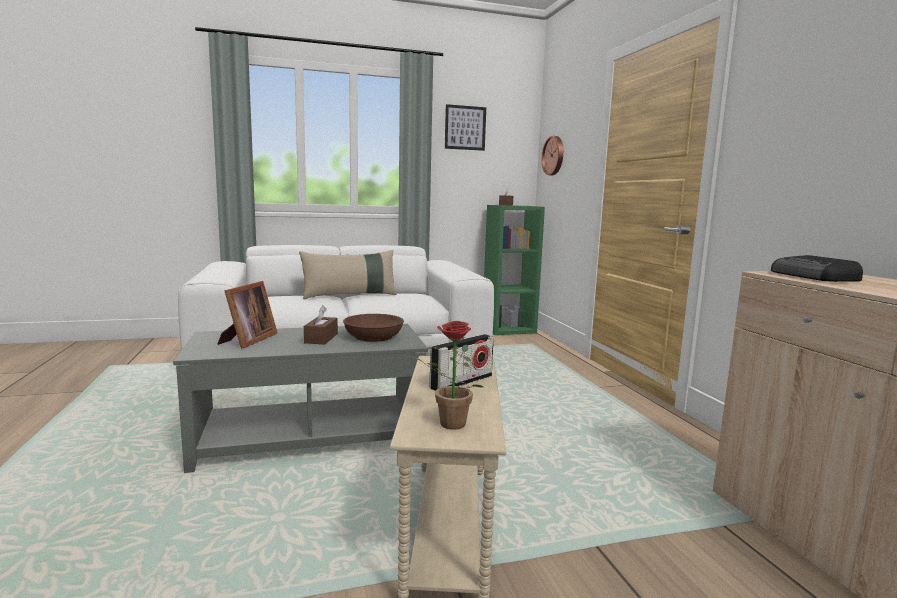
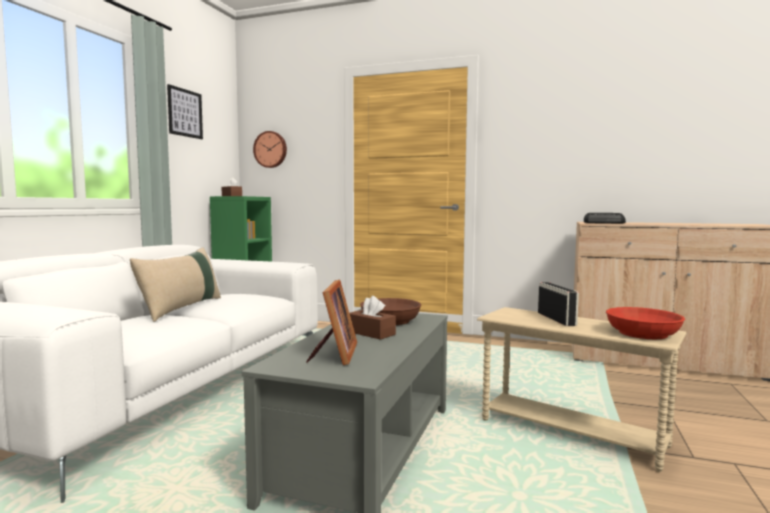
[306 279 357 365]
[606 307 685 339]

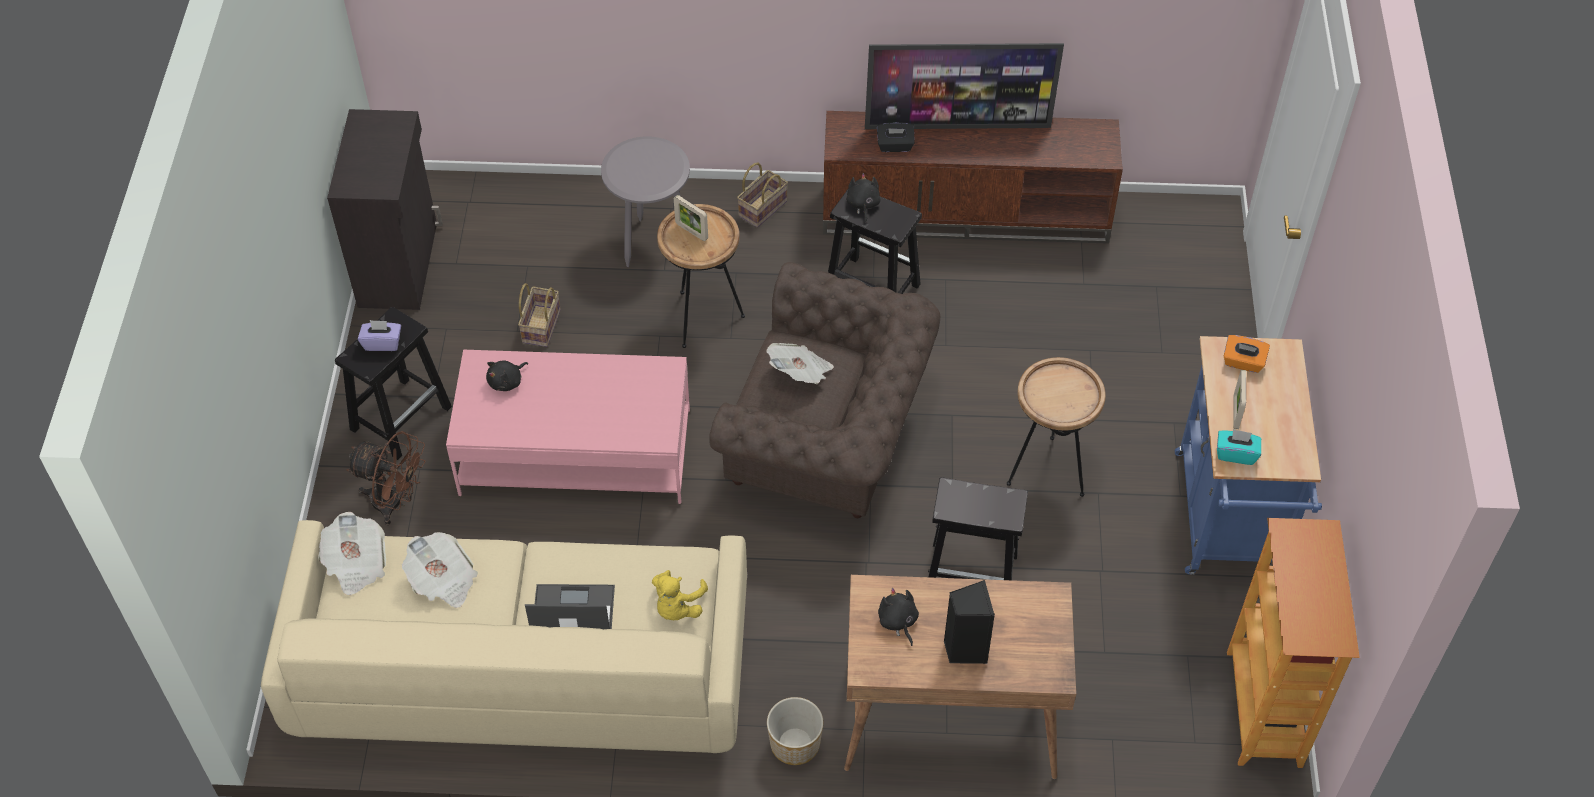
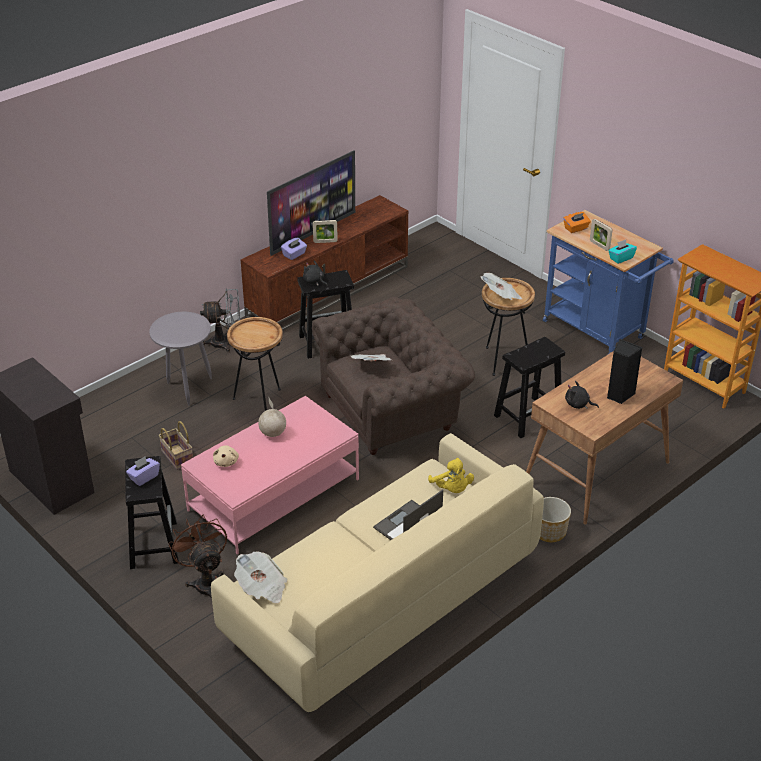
[281 238 307 260]
[200 288 240 352]
[313 220 338 243]
[213 446 239 467]
[168 515 227 599]
[480 273 522 300]
[258 396 286 437]

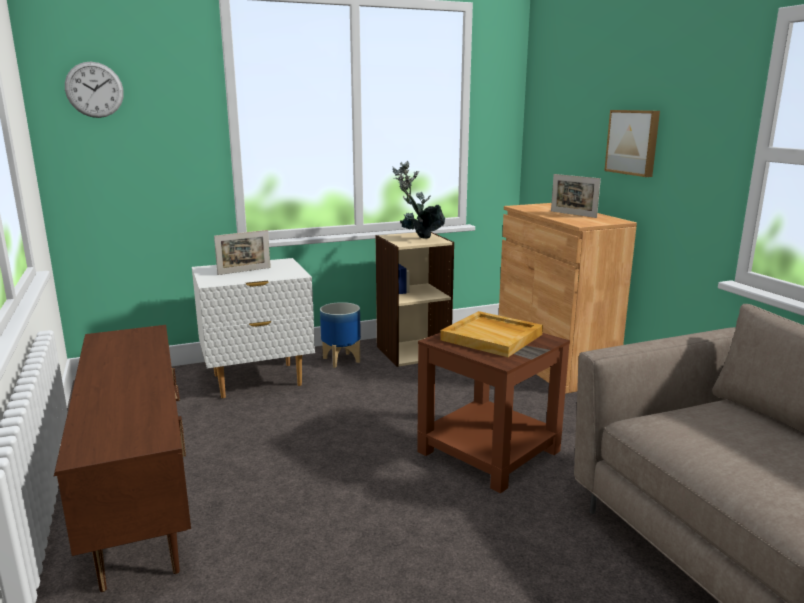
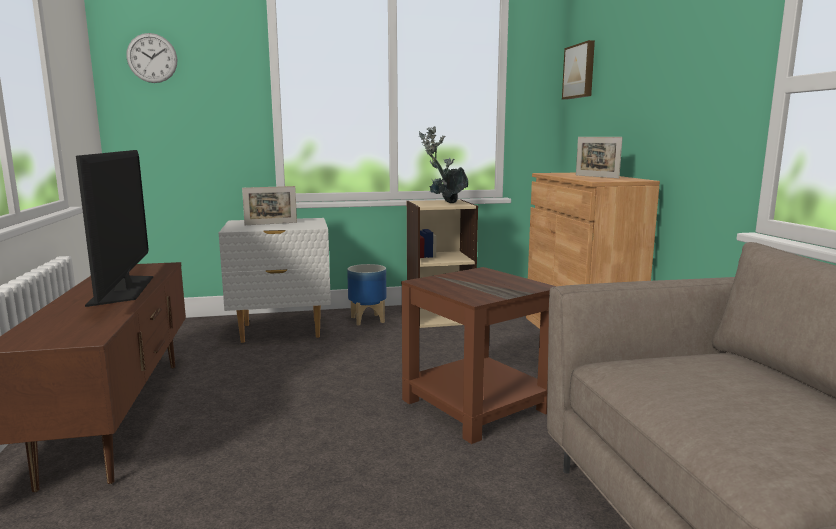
[562 40 595 99]
[440 311 543 357] (first image)
[76 150 153 307]

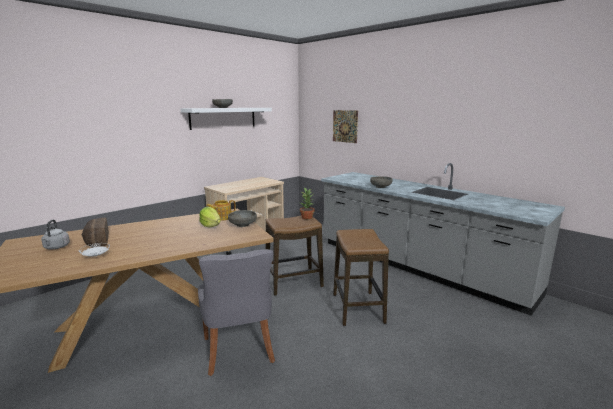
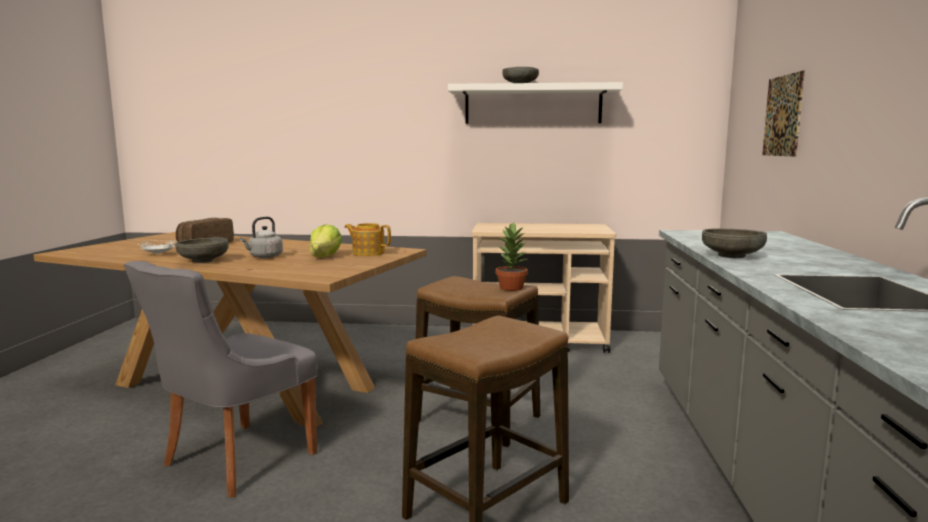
[175 237 229 263]
[240 217 283 258]

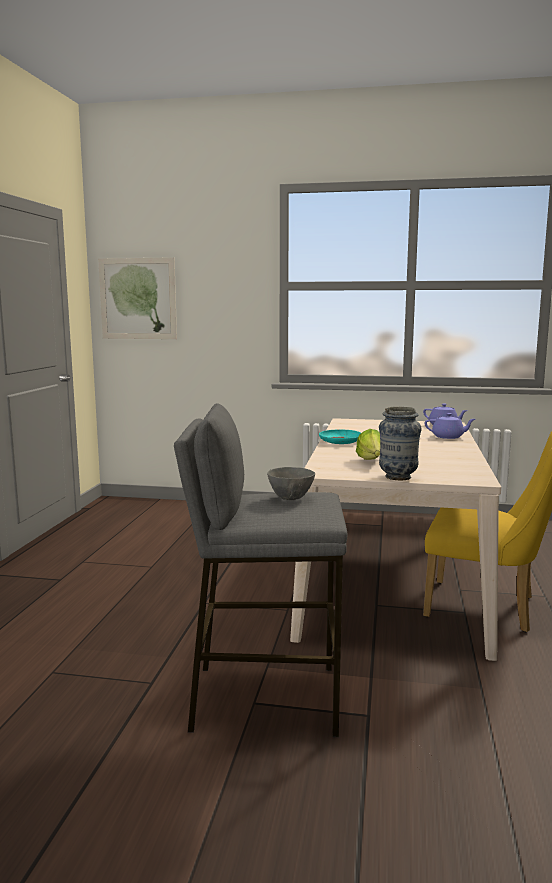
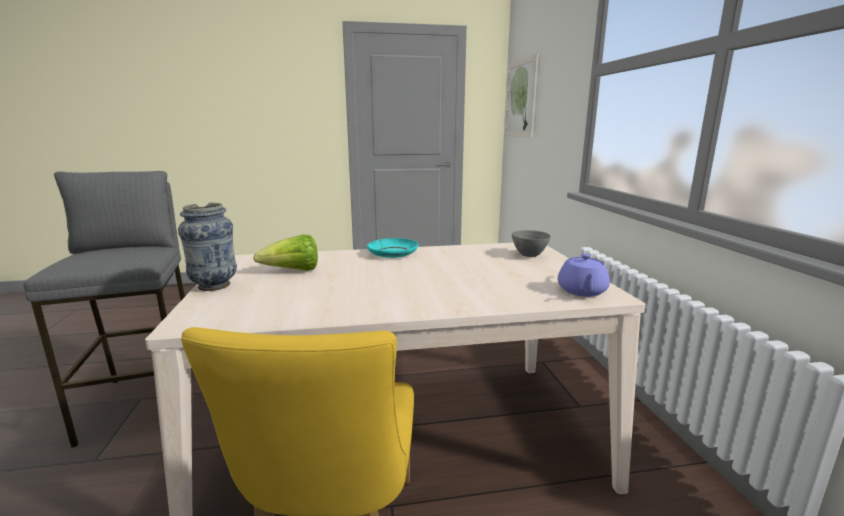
[425 413 476 439] (first image)
[512 230 551 257]

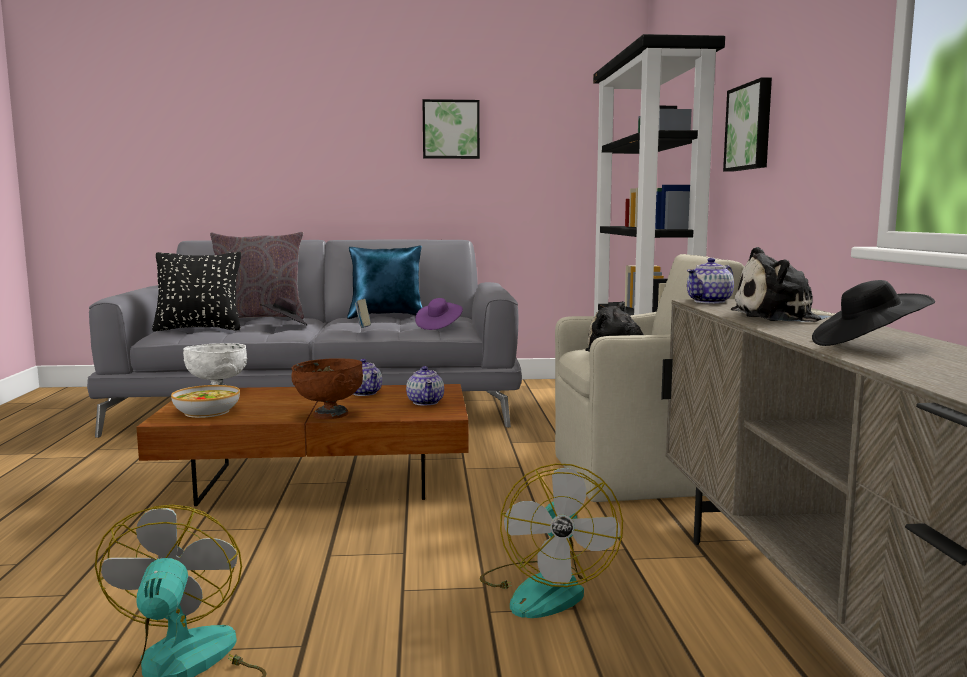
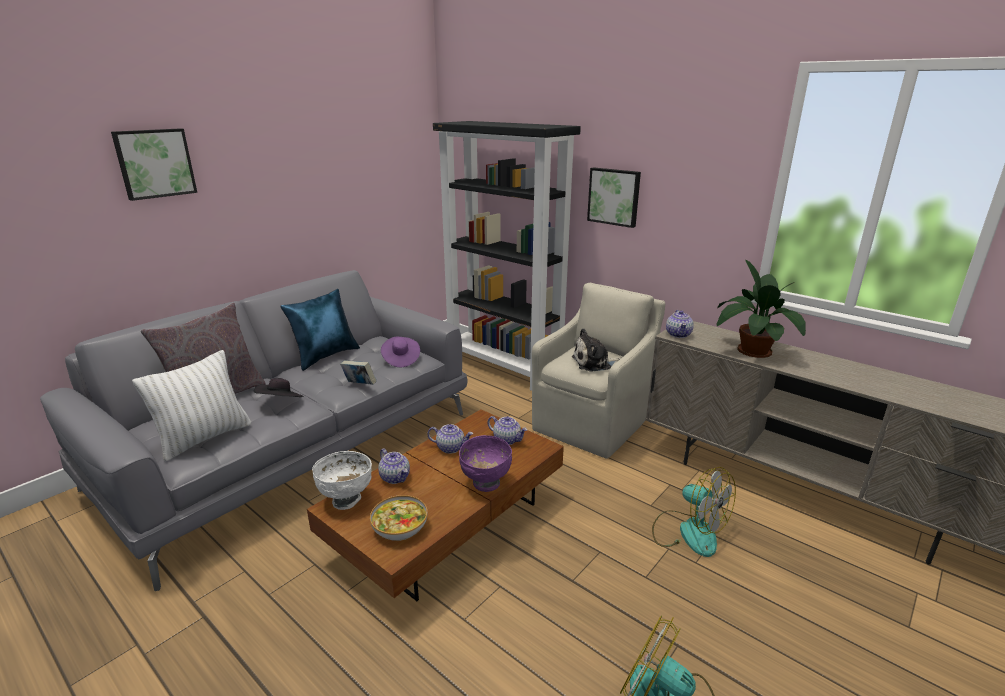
[111 128 197 201]
[717 260 806 358]
[132 350 251 462]
[812 280 935 346] (first image)
[459 435 512 492]
[378 449 410 484]

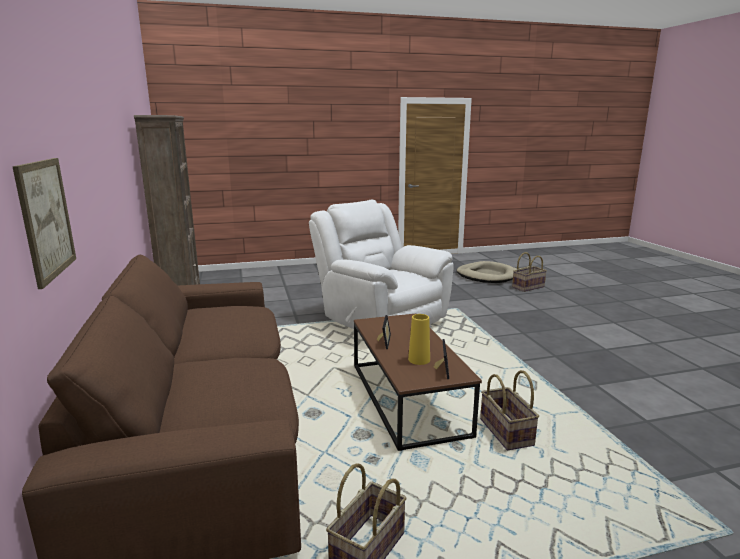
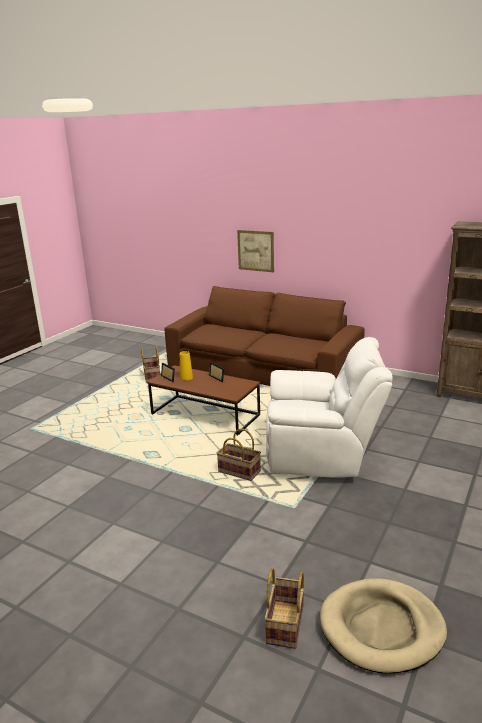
[217 429 261 481]

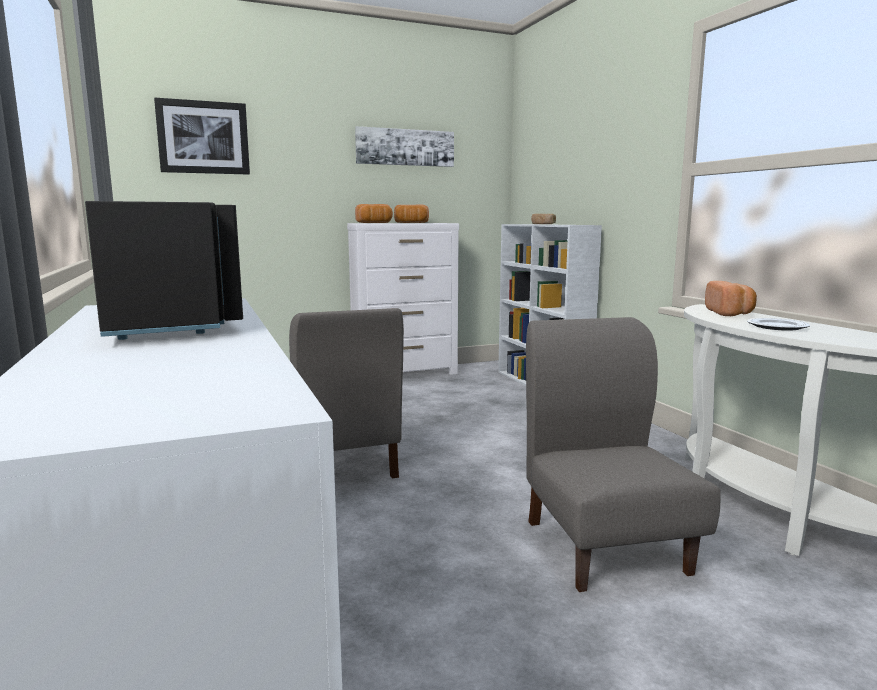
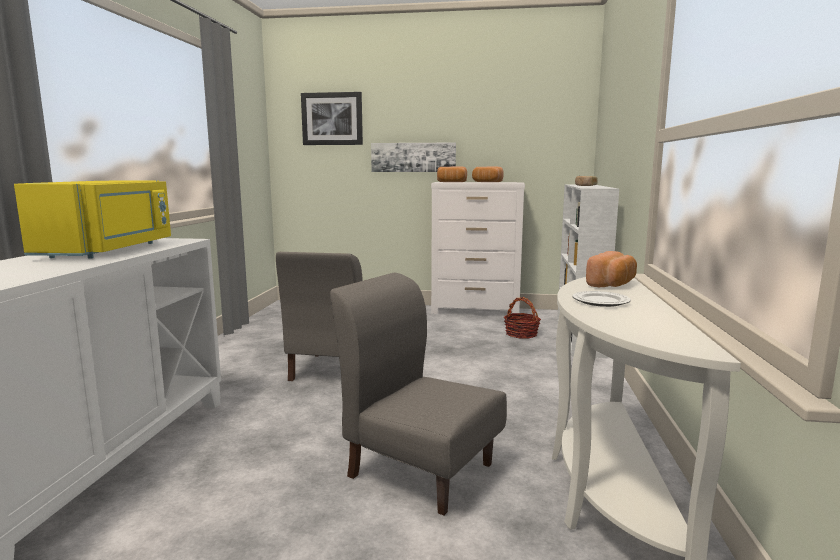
[371 143 456 172]
[14 180 171 259]
[330 272 507 515]
[504 297 541 339]

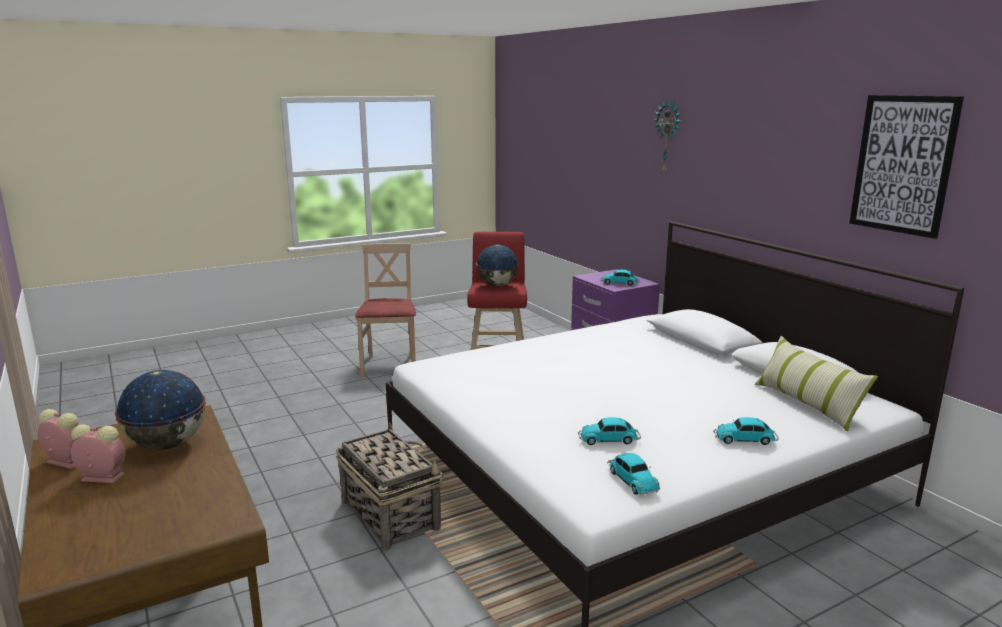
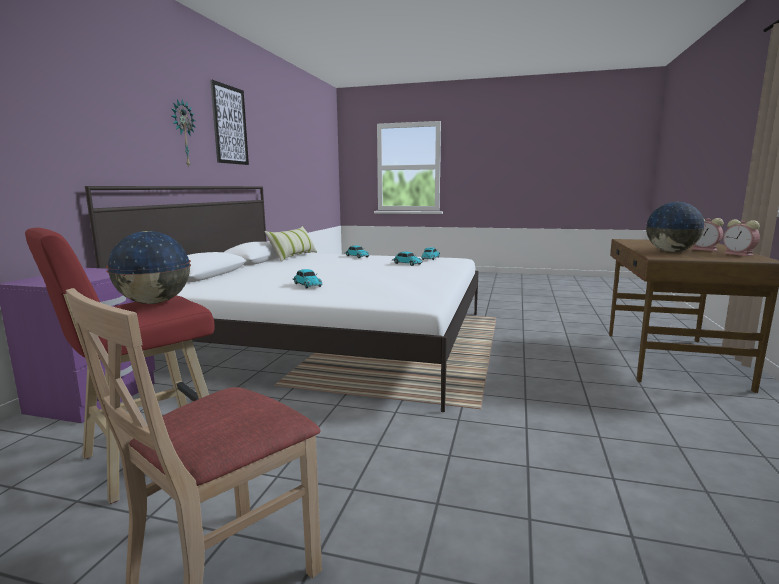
[171 99 196 167]
[292 269 322 289]
[336 422 443 551] (first image)

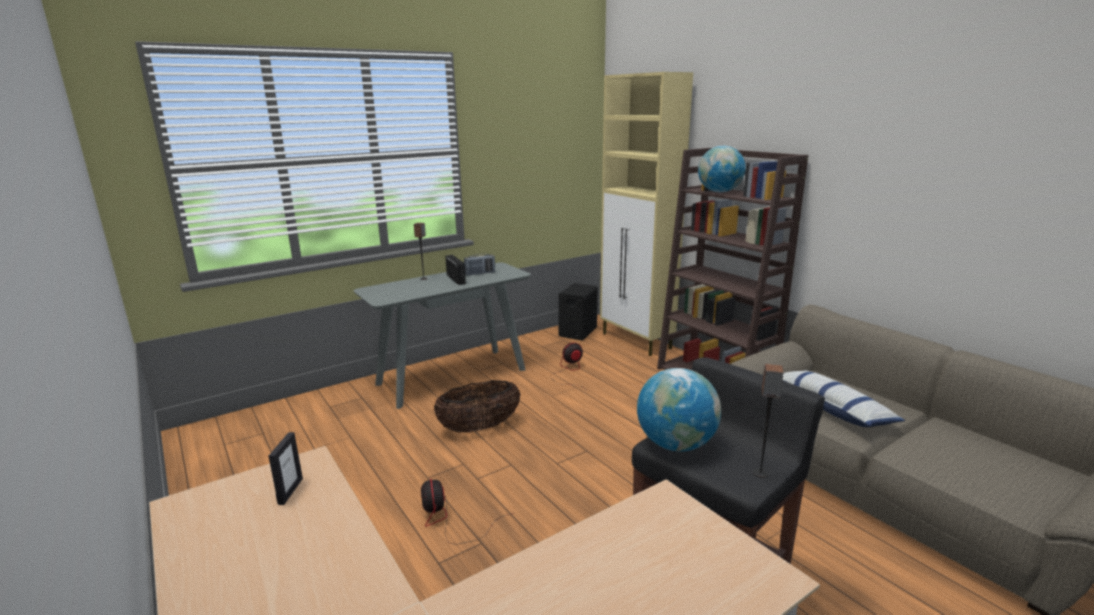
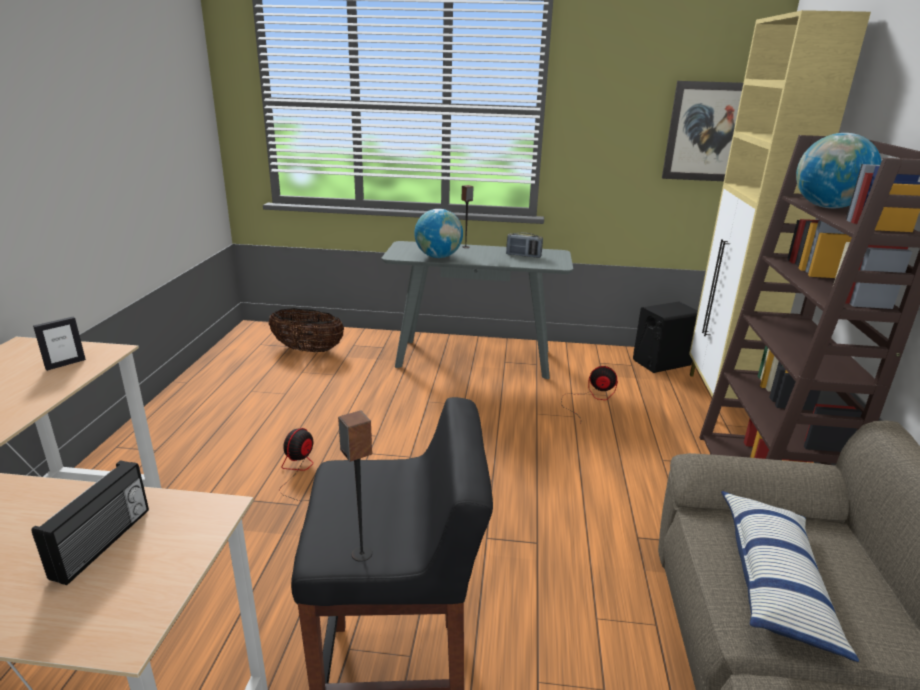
[31 460 149 585]
[414 209 463 258]
[268 308 344 352]
[662 81 743 181]

